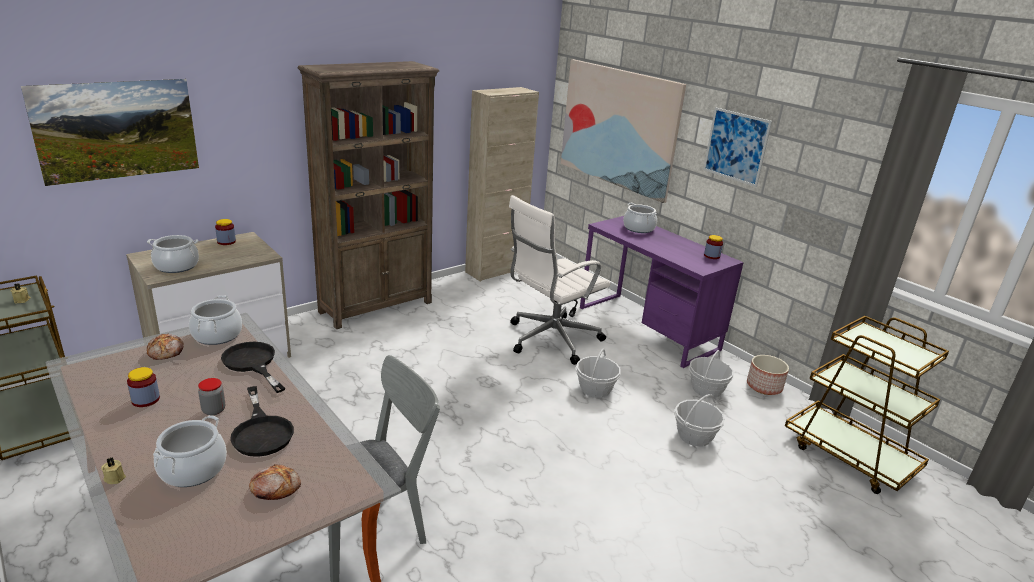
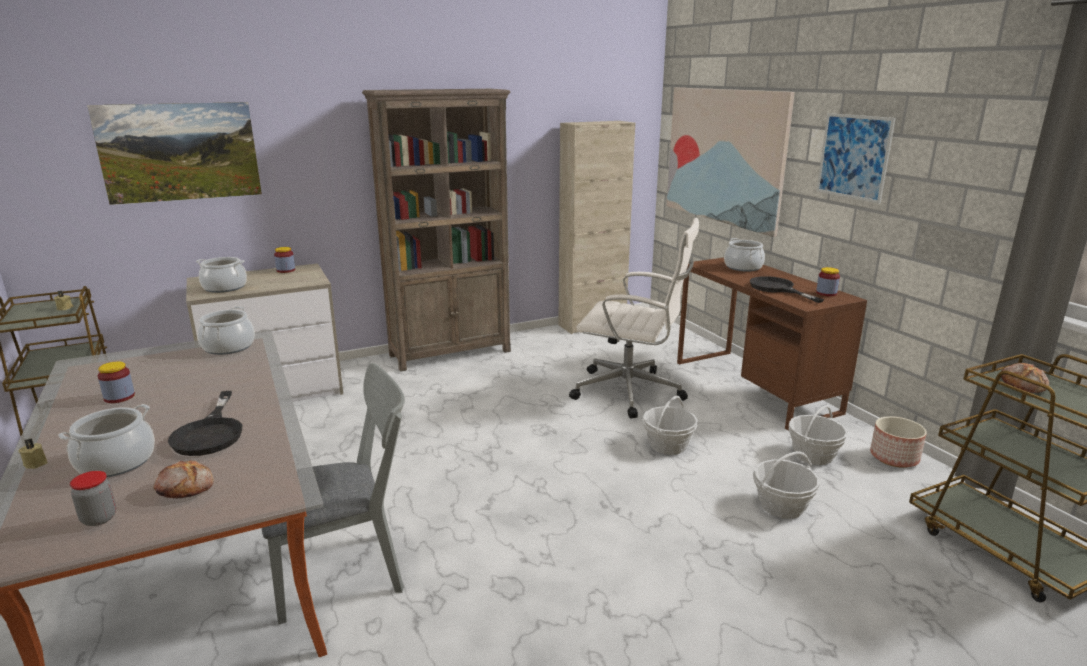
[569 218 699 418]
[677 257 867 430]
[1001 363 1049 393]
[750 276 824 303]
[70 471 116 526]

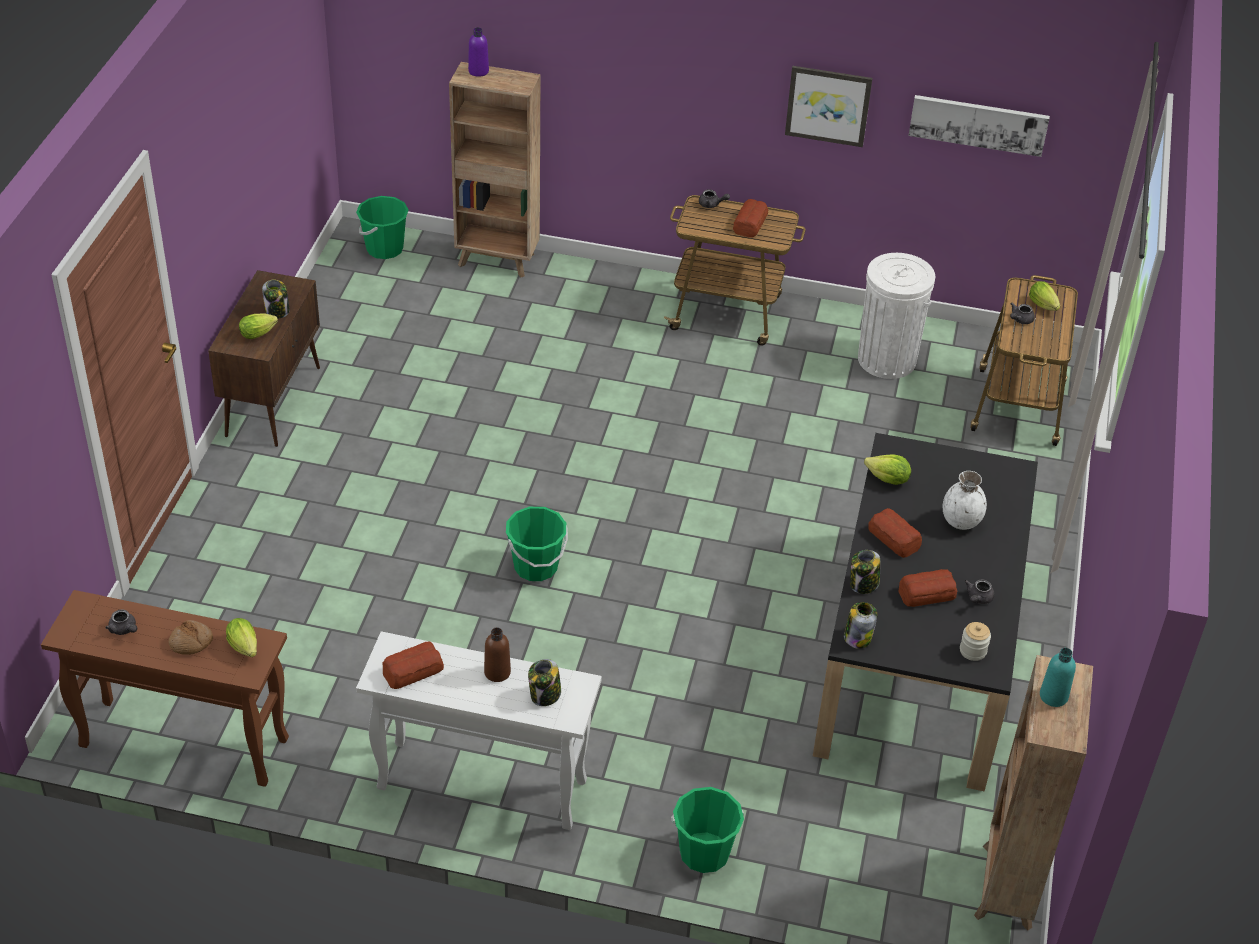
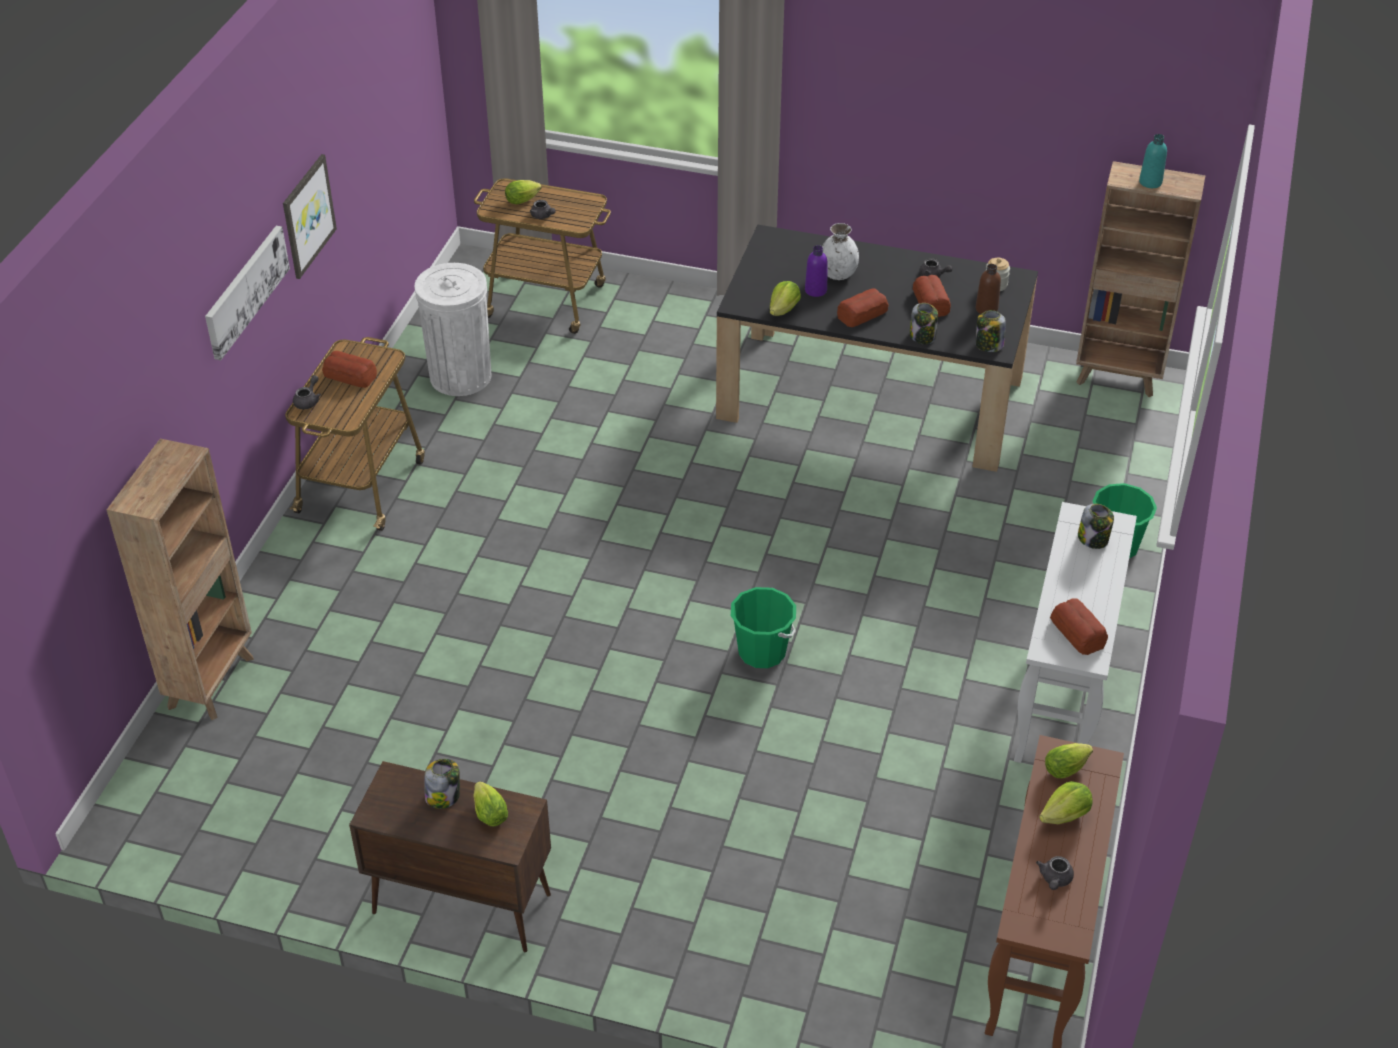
[805 245 828 297]
[205 226 290 360]
[356 196 409 259] (first image)
[1036 856 1074 890]
[1039 781 1092 824]
[976 264 1001 314]

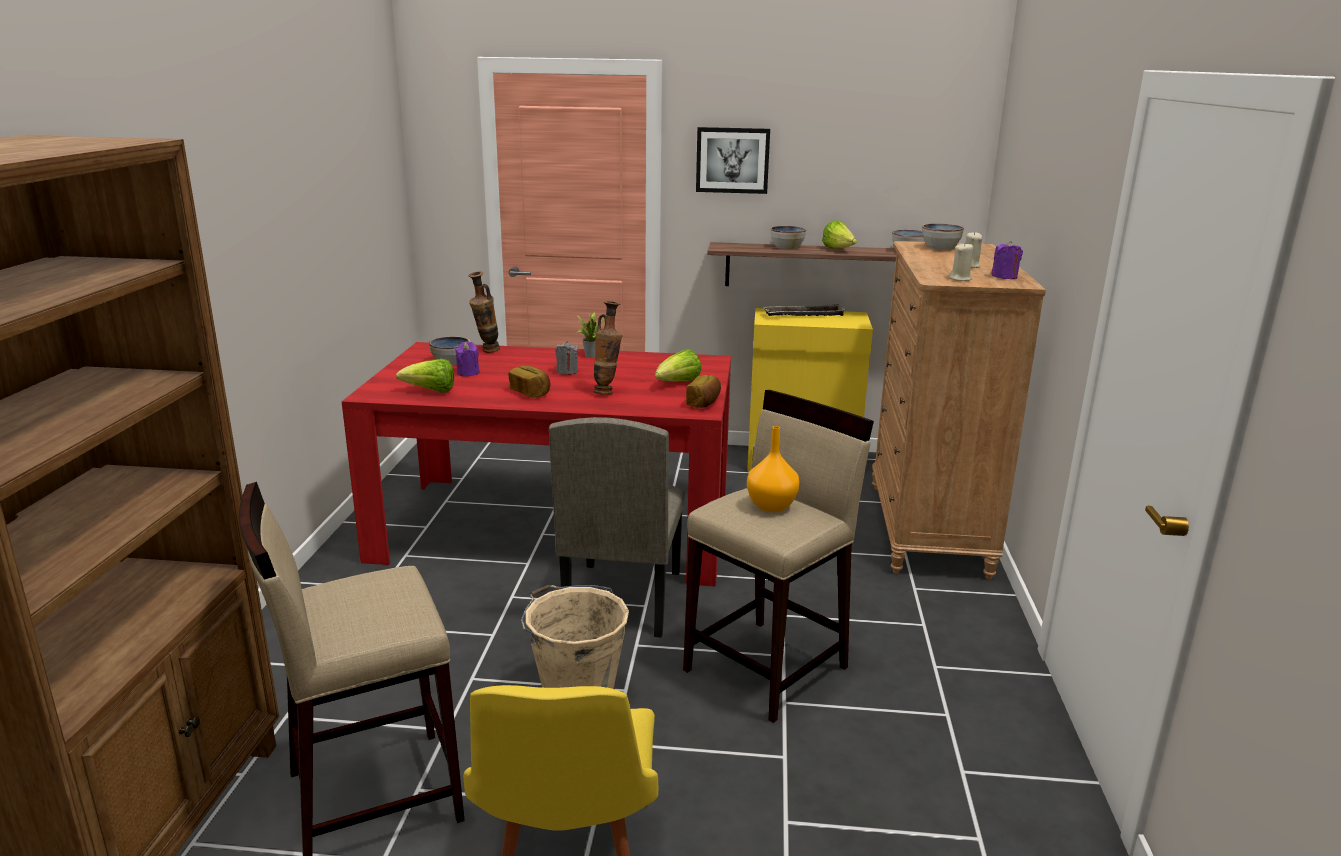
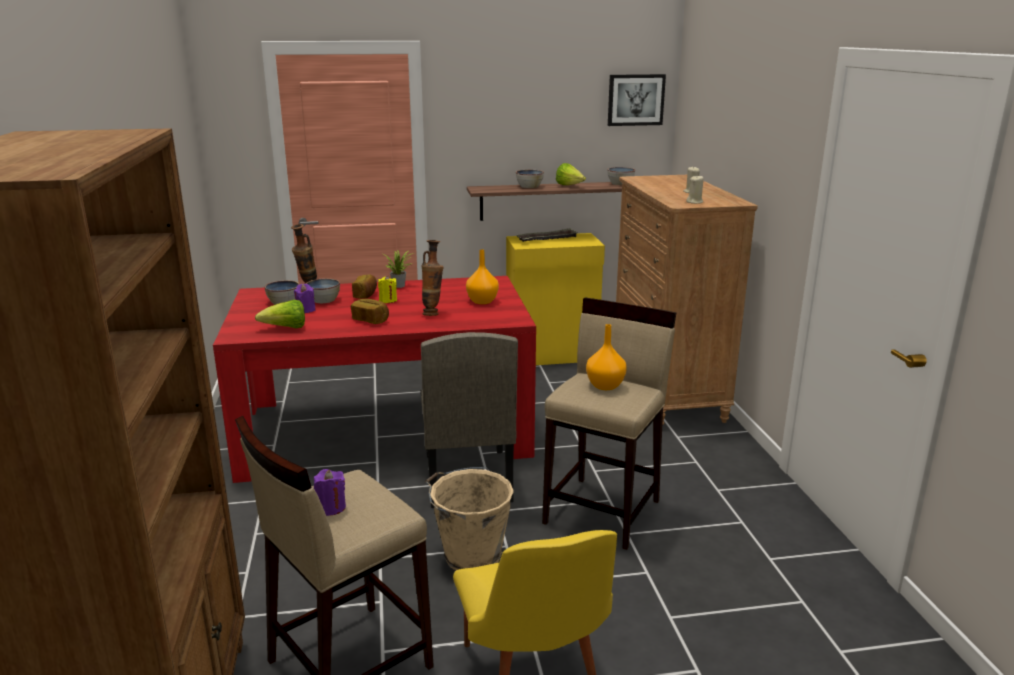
[608 74 666 126]
[306 278 340 303]
[314 469 346 516]
[378 275 397 303]
[466 249 499 304]
[352 275 377 299]

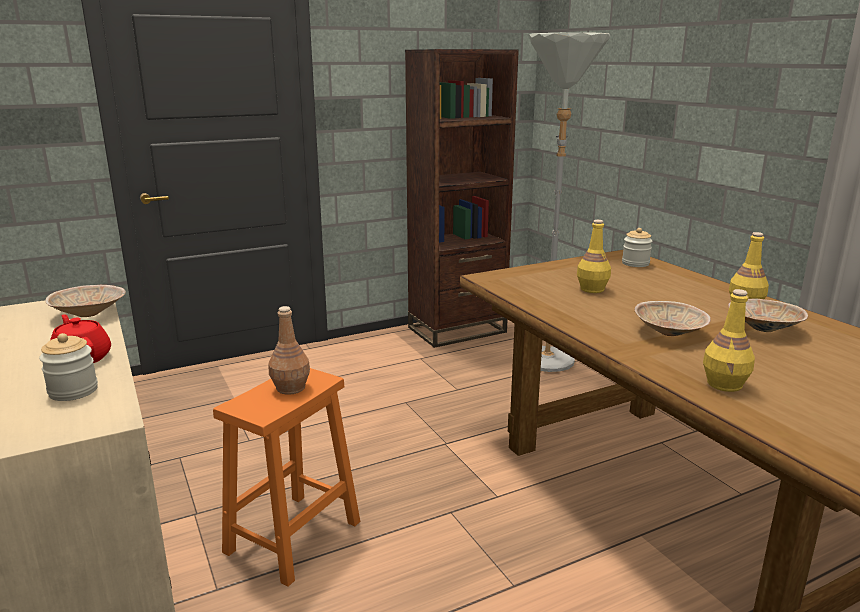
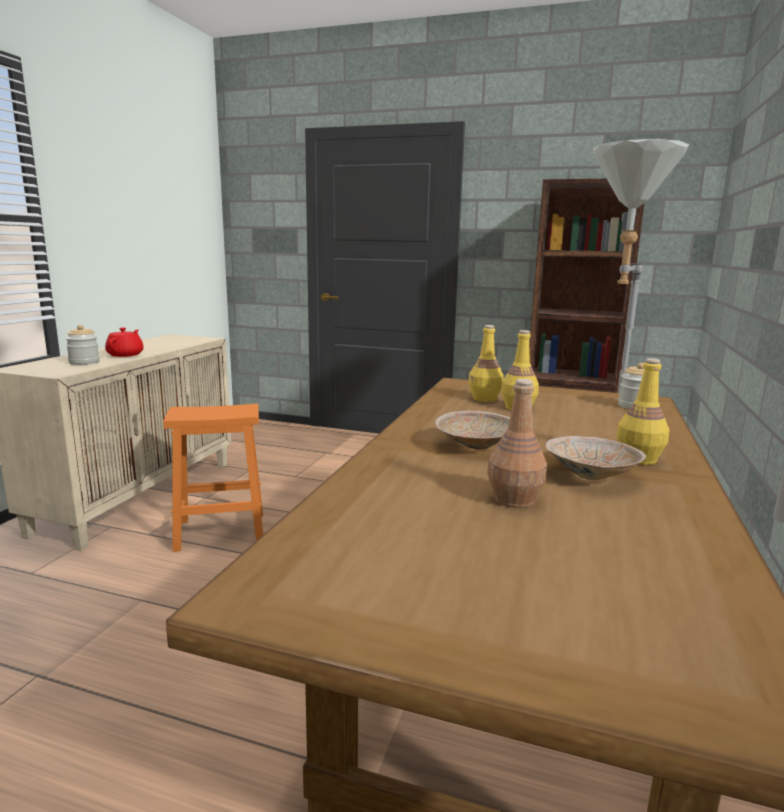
[45 285 126 317] (first image)
[468 325 503 402]
[487 379 547 508]

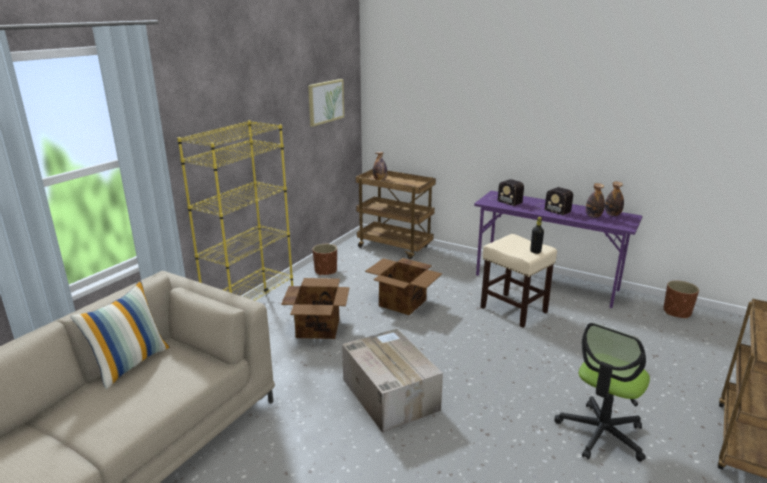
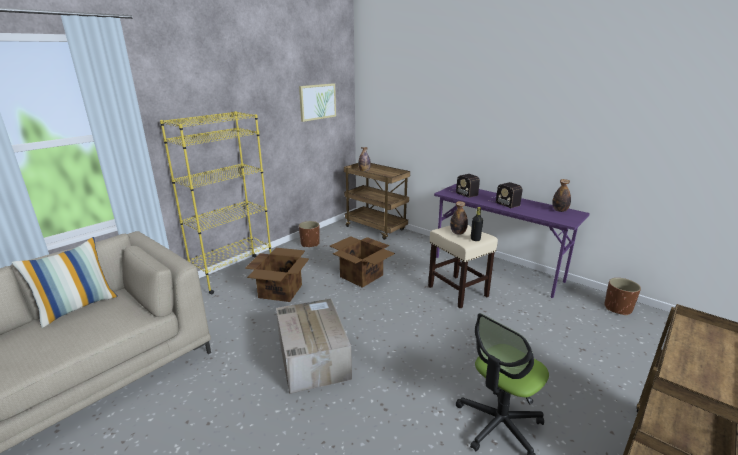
[450 201 468 235]

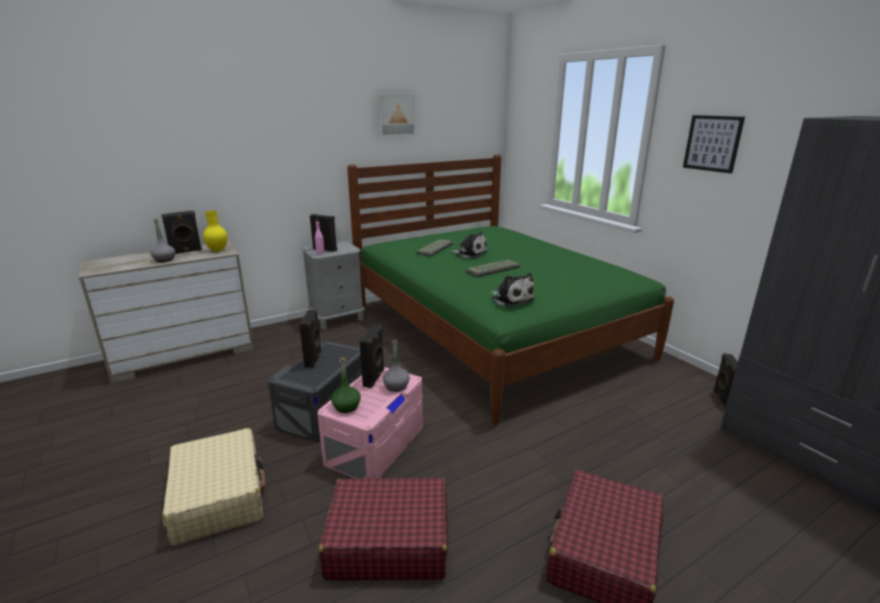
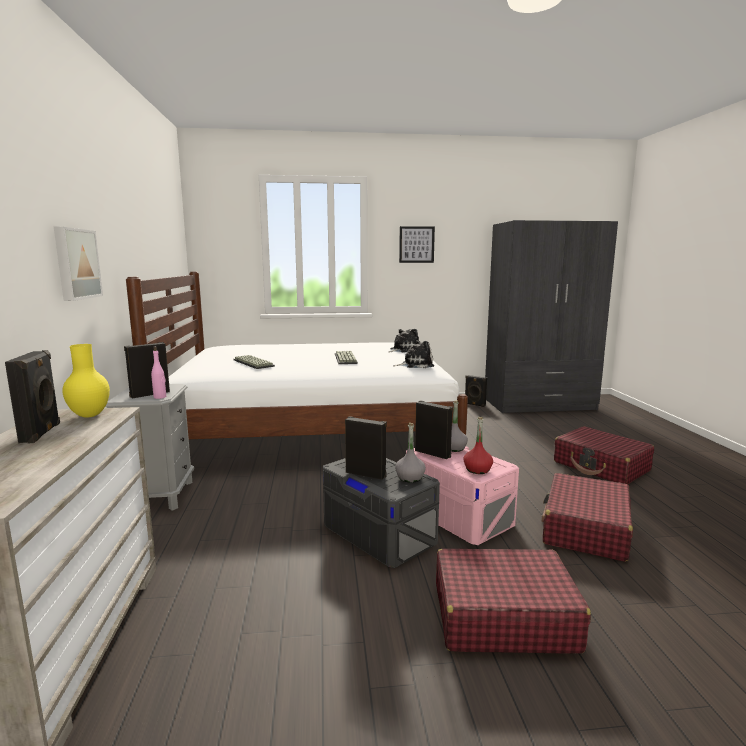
[54 227 103 301]
[126 272 468 439]
[395 423 426 483]
[389 329 419 352]
[464 417 493 474]
[436 549 591 654]

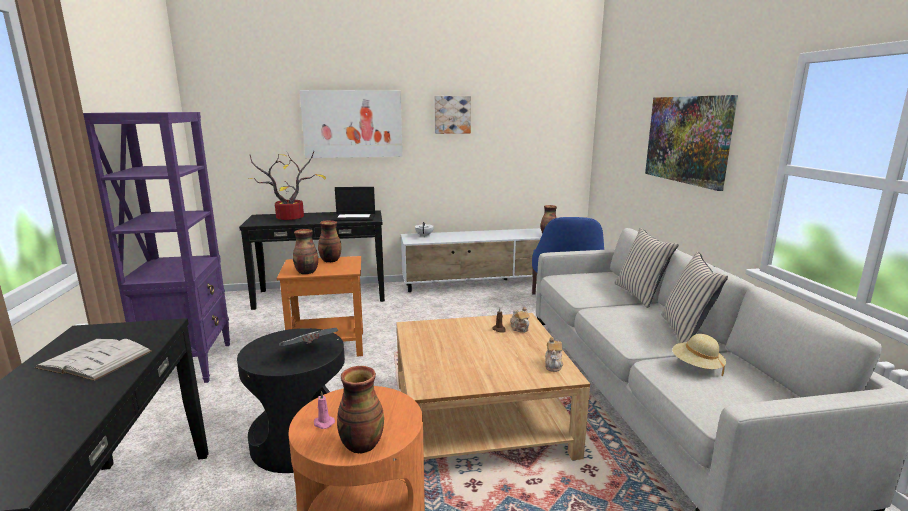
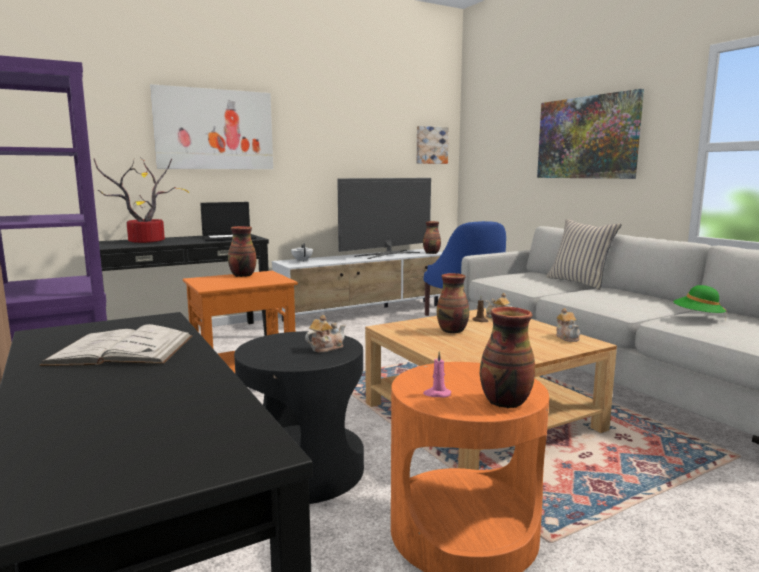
[417 126 449 164]
[437 273 469 333]
[661 252 728 343] (first image)
[305 315 346 353]
[673 285 727 321]
[337 178 431 259]

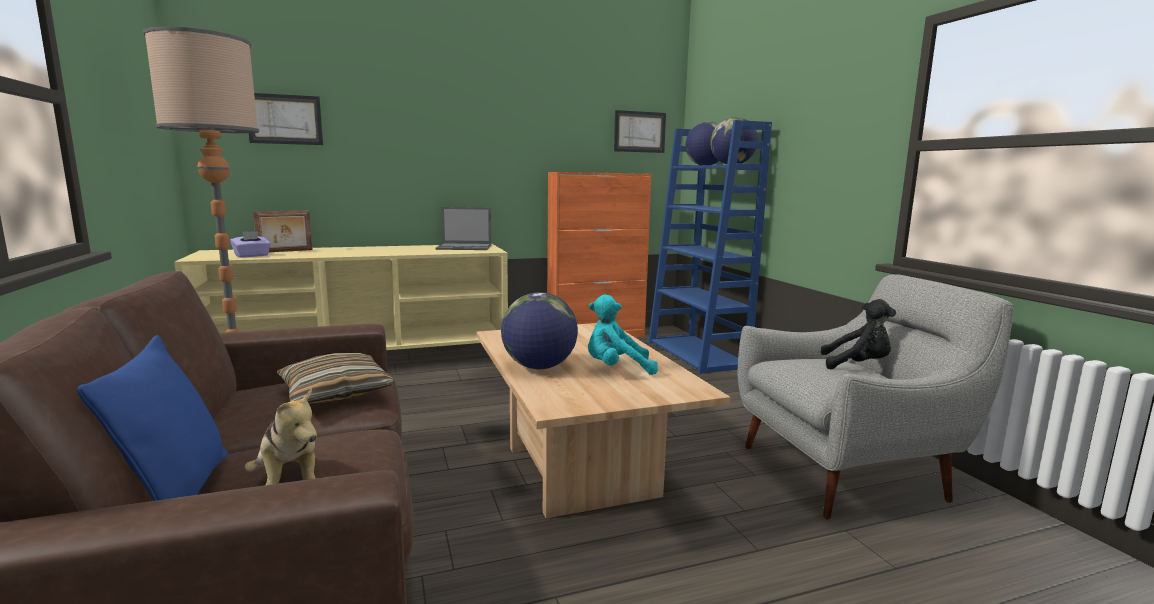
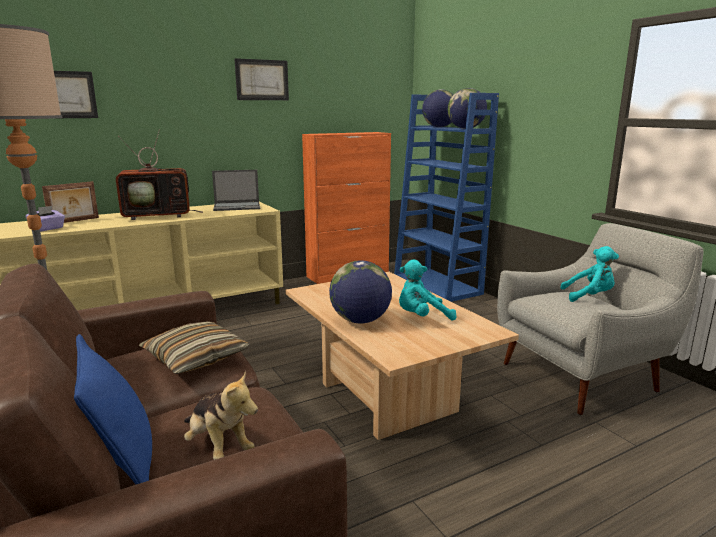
[235 58 289 100]
[560 246 619 302]
[116 129 203 220]

